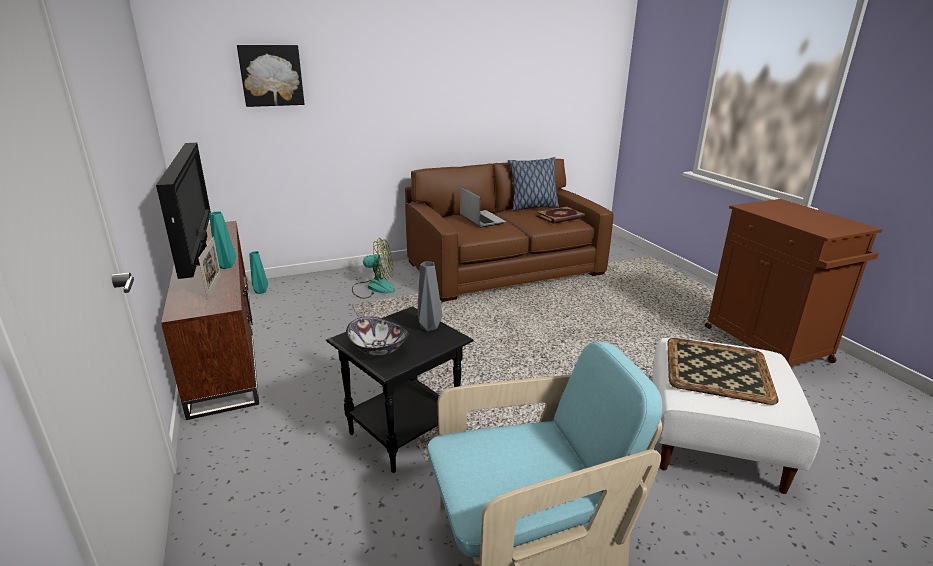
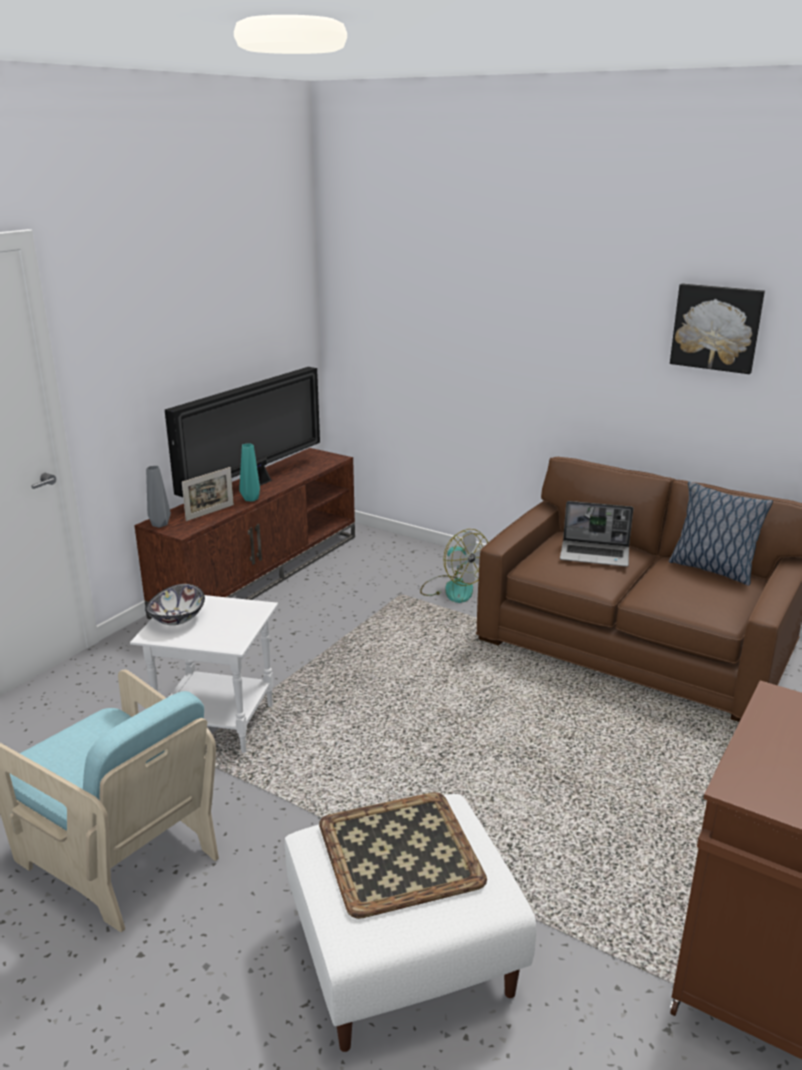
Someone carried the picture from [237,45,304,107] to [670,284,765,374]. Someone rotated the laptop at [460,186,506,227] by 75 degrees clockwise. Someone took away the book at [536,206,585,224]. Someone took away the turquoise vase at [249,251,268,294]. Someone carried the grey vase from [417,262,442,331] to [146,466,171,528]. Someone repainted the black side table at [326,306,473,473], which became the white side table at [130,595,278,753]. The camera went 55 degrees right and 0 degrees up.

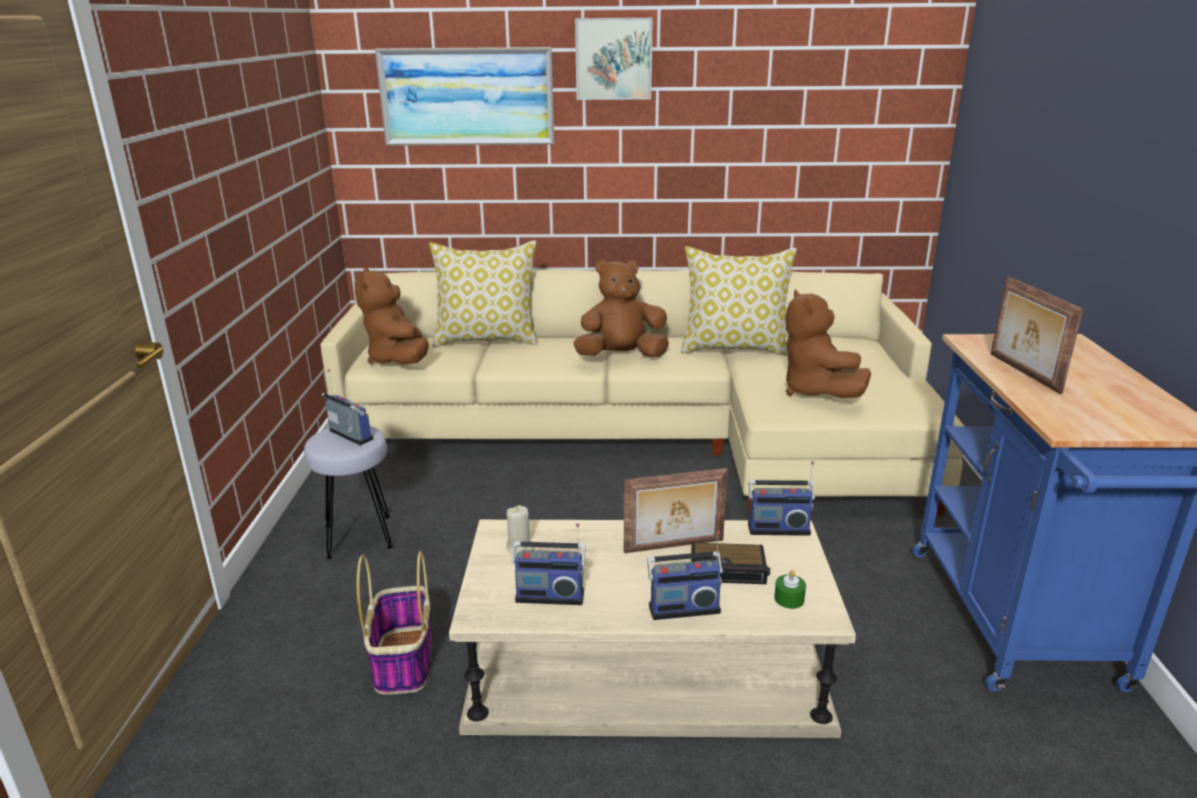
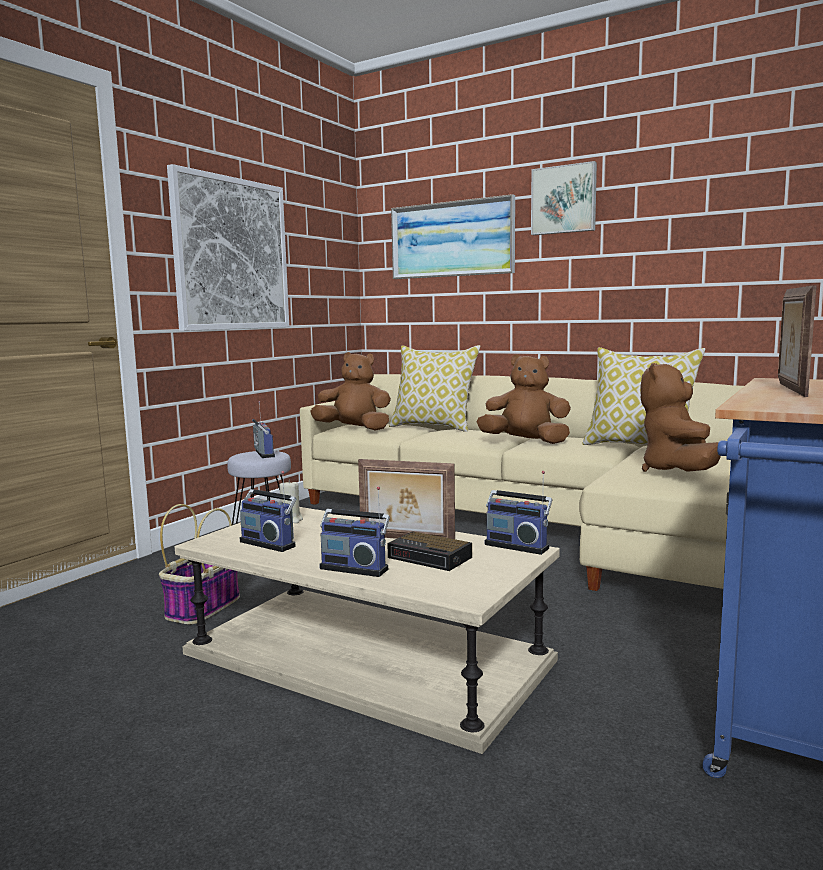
Someone rotated the brown plush toy at [354,267,429,364] by 90 degrees clockwise. Someone took away the green candle at [774,570,806,609]. Someone put up the picture at [167,164,289,331]. The camera went 30 degrees right and 15 degrees down.

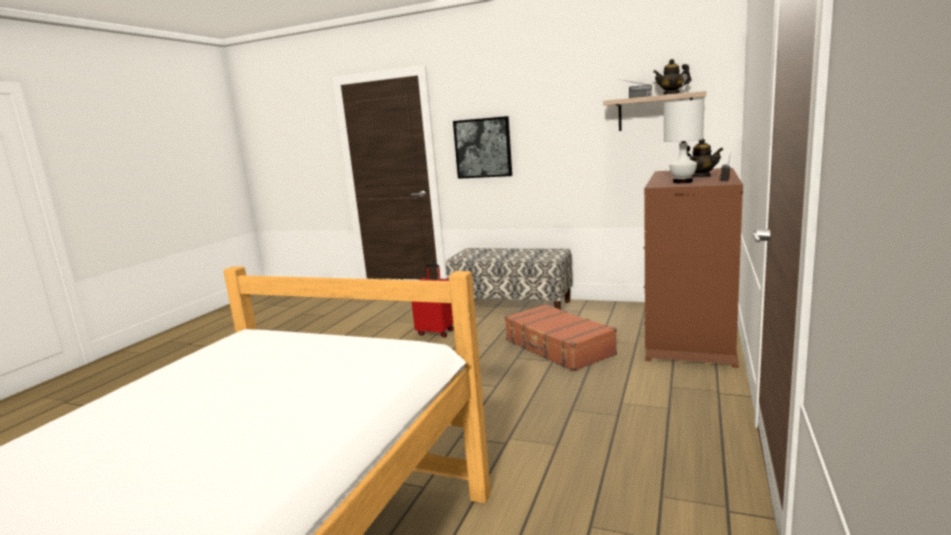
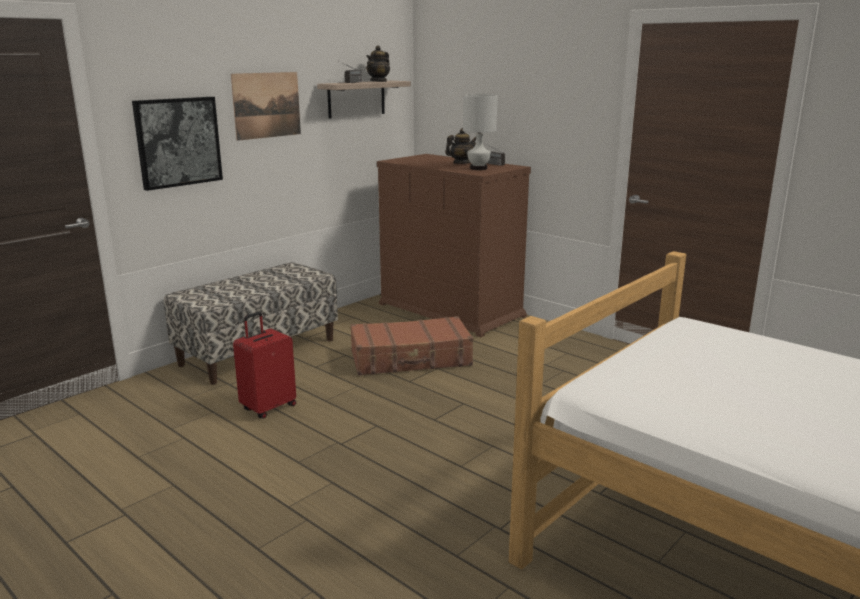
Someone put up the picture at [231,72,301,141]. The camera went 70 degrees left and 5 degrees up.

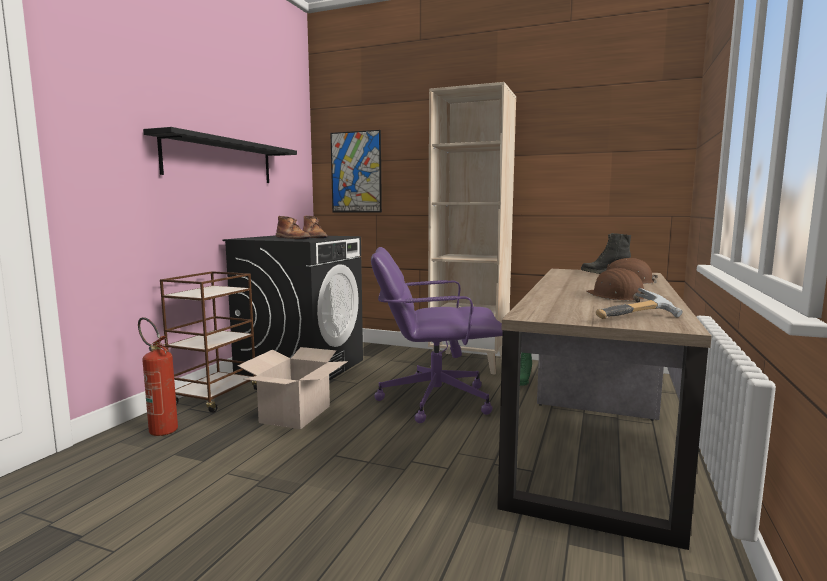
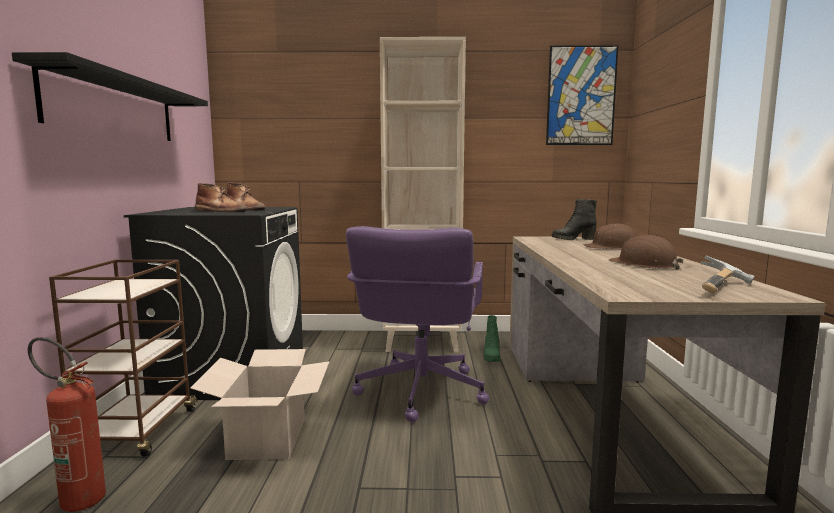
Someone carried the picture from [330,130,382,213] to [546,45,619,145]. Someone rotated the purple office chair at [371,247,503,423] by 60 degrees counterclockwise. The camera went 20 degrees left and 0 degrees up.

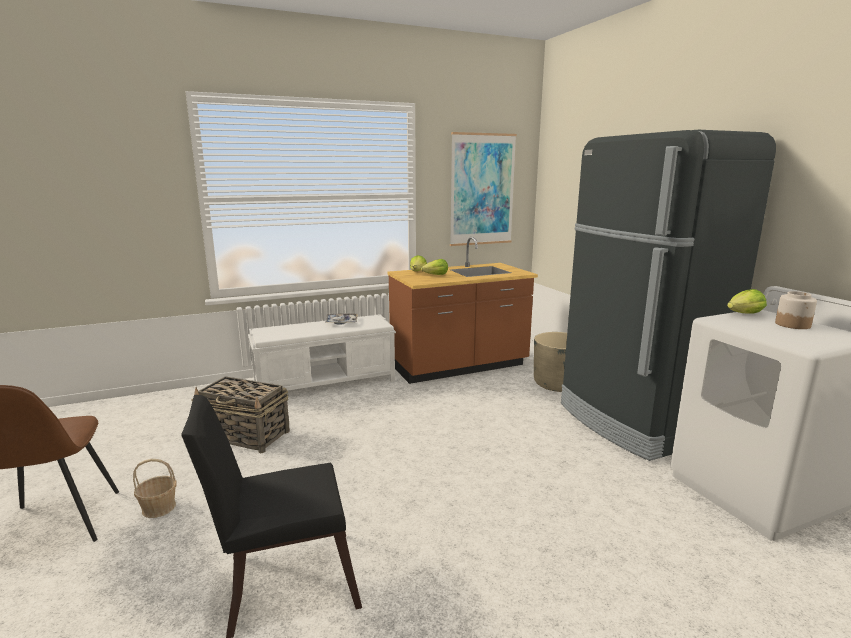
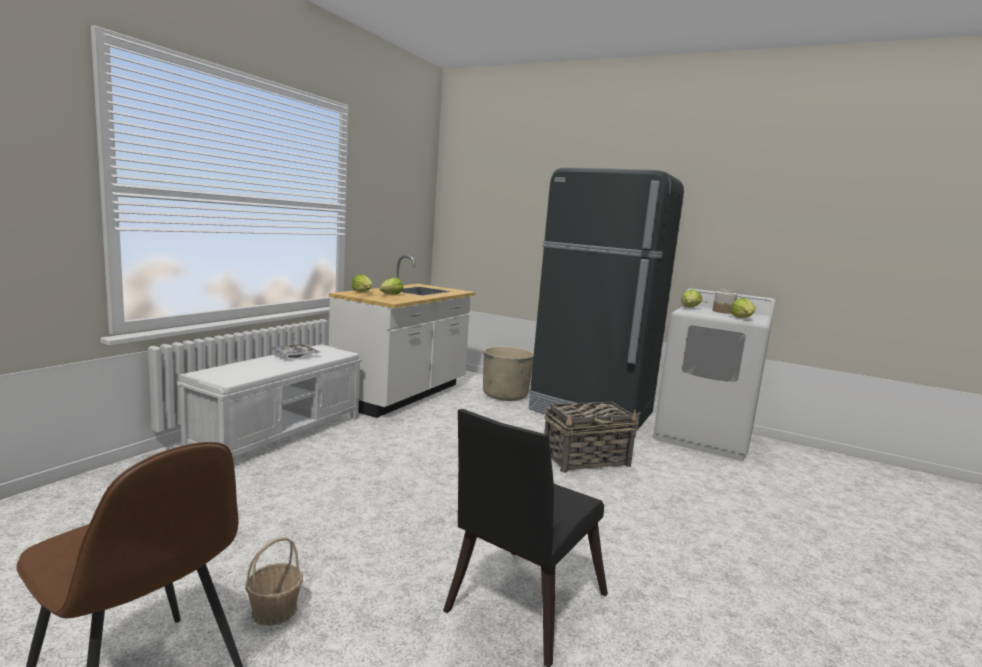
Someone took away the picture at [450,132,517,246]. Someone repainted the brown counter at [387,237,538,384], which became the white counter at [329,255,476,418]. Someone carried the basket from [191,377,290,453] to [544,402,638,473]. Someone put down the lettuce at [731,298,755,318]. The camera went 40 degrees left and 5 degrees down.

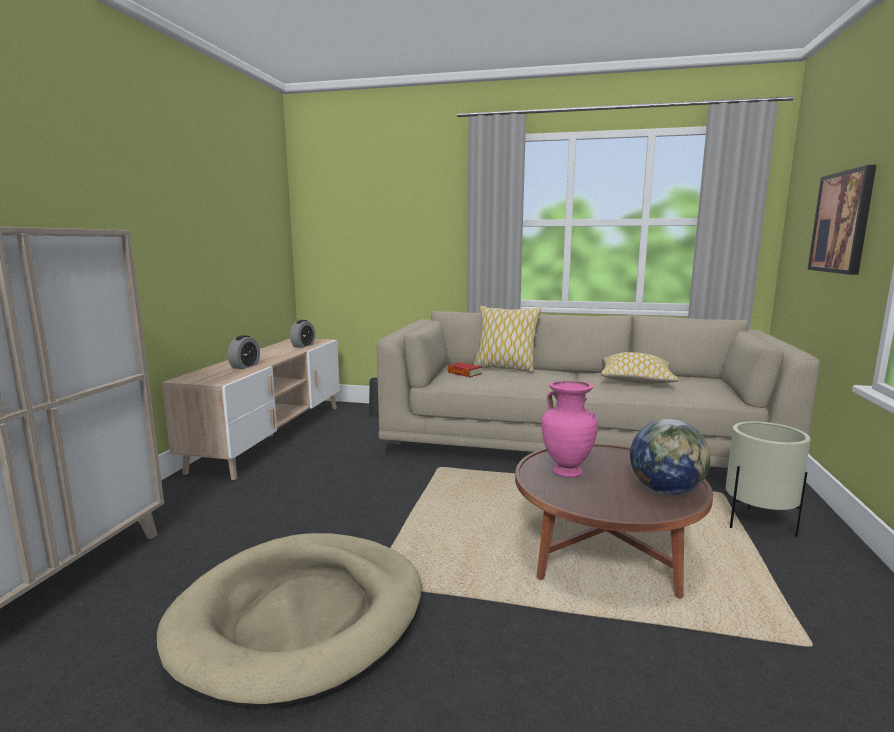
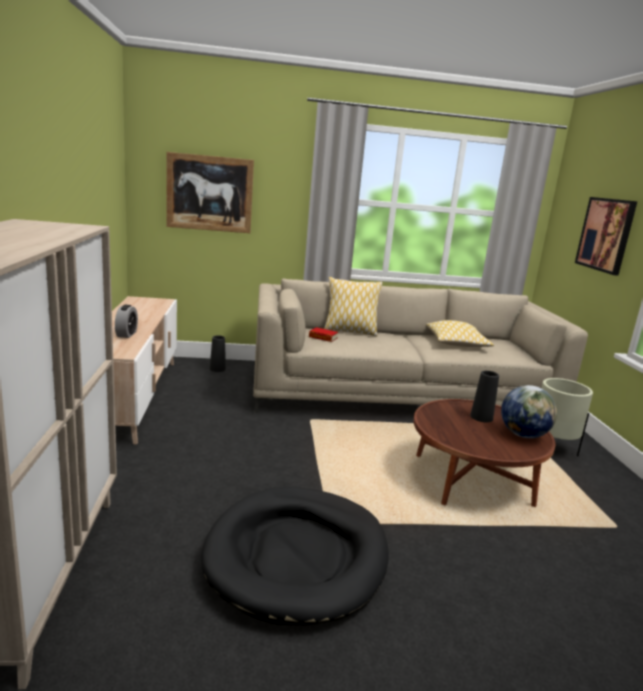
Someone took away the alarm clock at [290,320,315,348]. Someone took away the pink vase at [541,381,598,478]. Someone repainted the beige dog bed at [157,533,421,707], which became the black dog bed at [201,487,389,626]. Someone put up the picture at [166,152,254,233]. Someone put down the black vase at [470,371,499,422]. The camera went 20 degrees left and 5 degrees up.

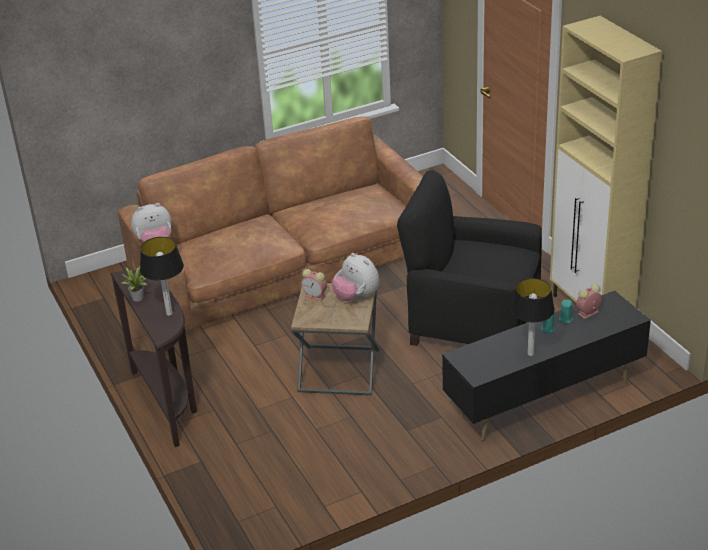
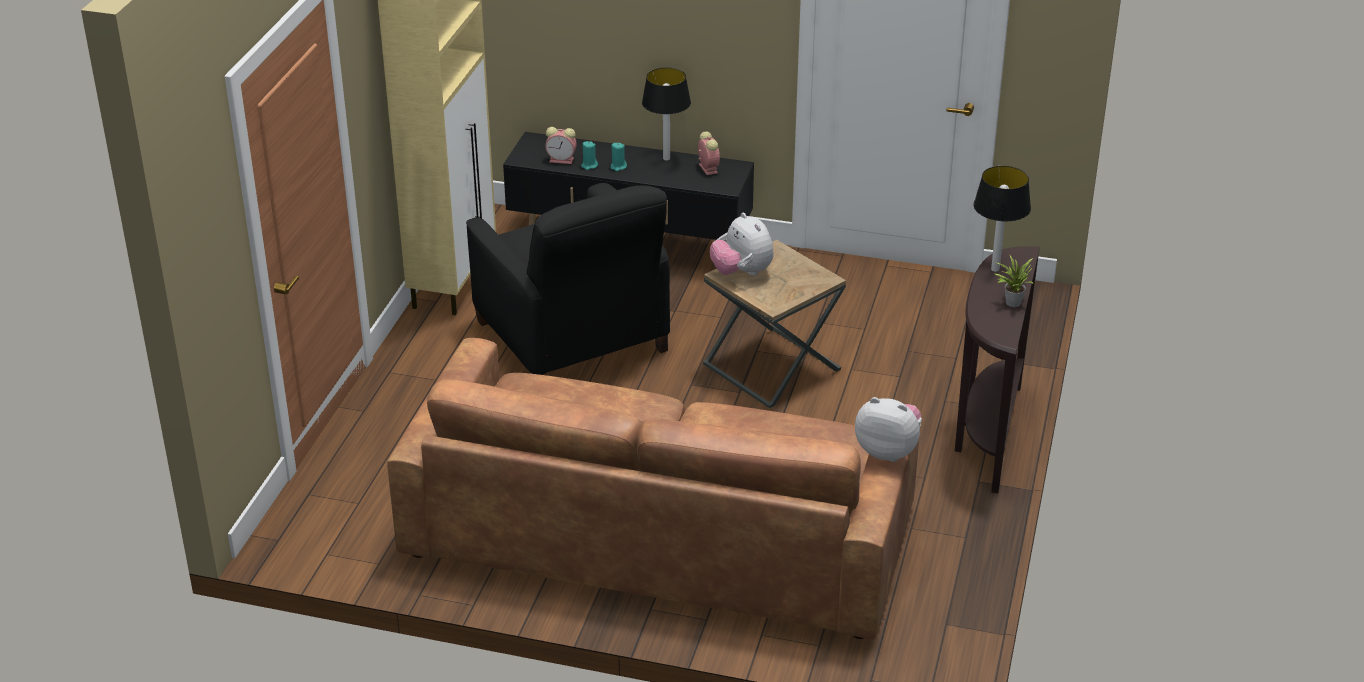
Someone rotated the plush toy at [331,253,379,301] by 150 degrees clockwise. Someone carried the alarm clock from [301,269,327,301] to [698,131,720,175]. The camera went 140 degrees left and 0 degrees up.

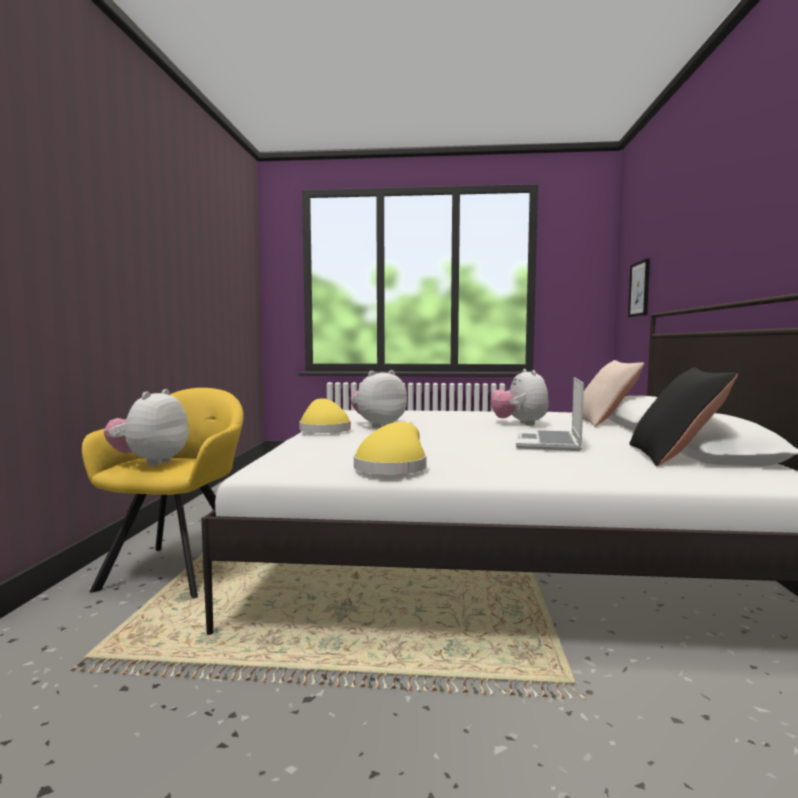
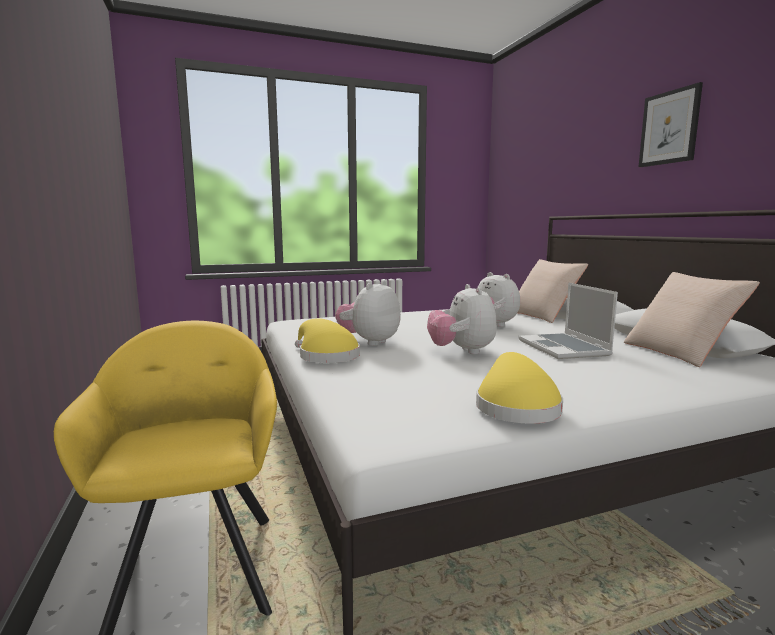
Someone carried the picture from [628,258,650,318] to [638,82,703,167]. Someone repainted the black pillow at [629,367,738,467], which became the beige pillow at [624,272,760,367]. Someone carried the plush toy from [104,389,189,466] to [427,284,497,354]. The camera went 25 degrees left and 5 degrees up.

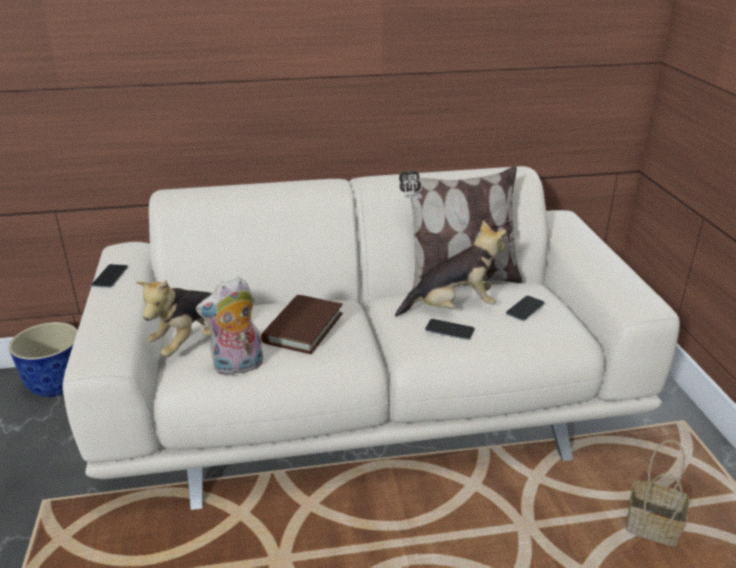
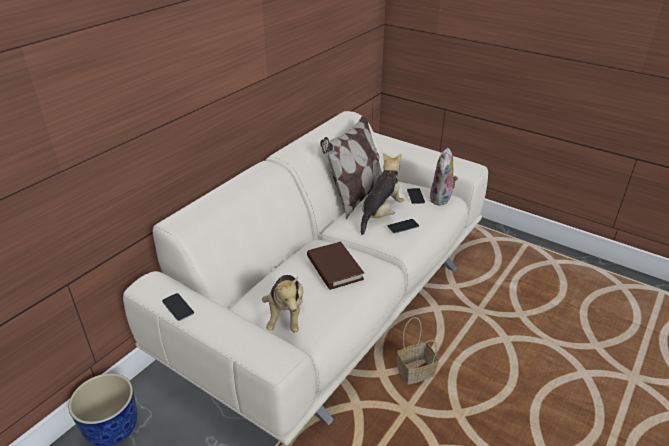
Someone carried the plush toy from [196,277,264,376] to [430,148,458,206]. Someone carried the basket from [626,440,689,546] to [397,317,439,385]. The camera went 45 degrees left and 5 degrees up.

